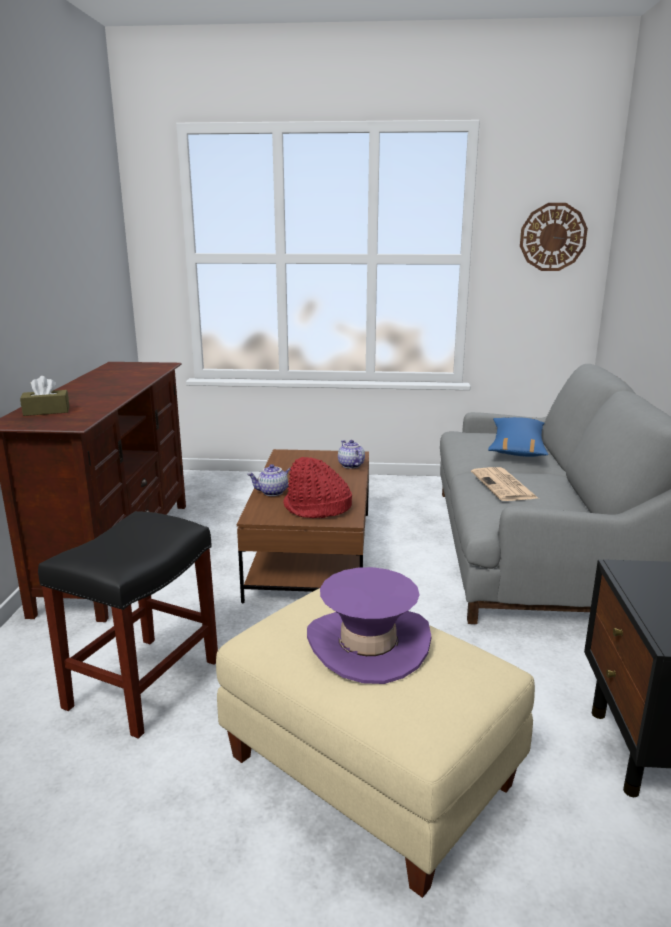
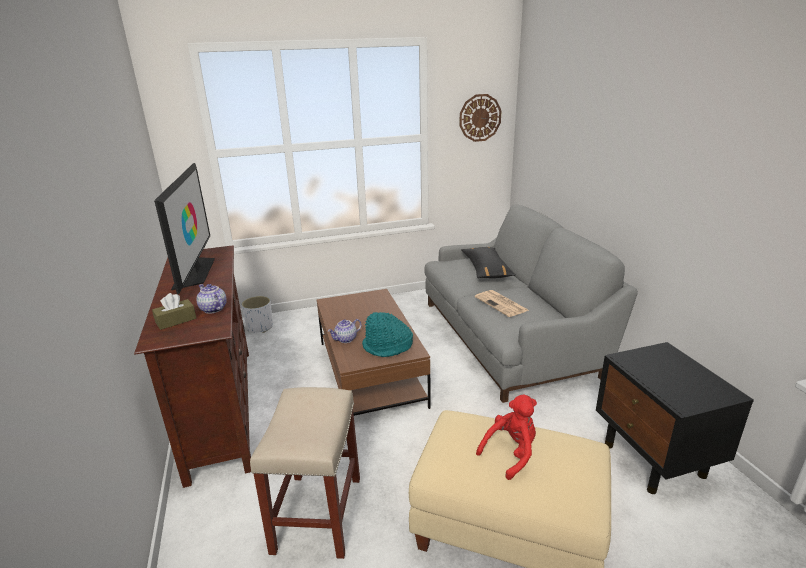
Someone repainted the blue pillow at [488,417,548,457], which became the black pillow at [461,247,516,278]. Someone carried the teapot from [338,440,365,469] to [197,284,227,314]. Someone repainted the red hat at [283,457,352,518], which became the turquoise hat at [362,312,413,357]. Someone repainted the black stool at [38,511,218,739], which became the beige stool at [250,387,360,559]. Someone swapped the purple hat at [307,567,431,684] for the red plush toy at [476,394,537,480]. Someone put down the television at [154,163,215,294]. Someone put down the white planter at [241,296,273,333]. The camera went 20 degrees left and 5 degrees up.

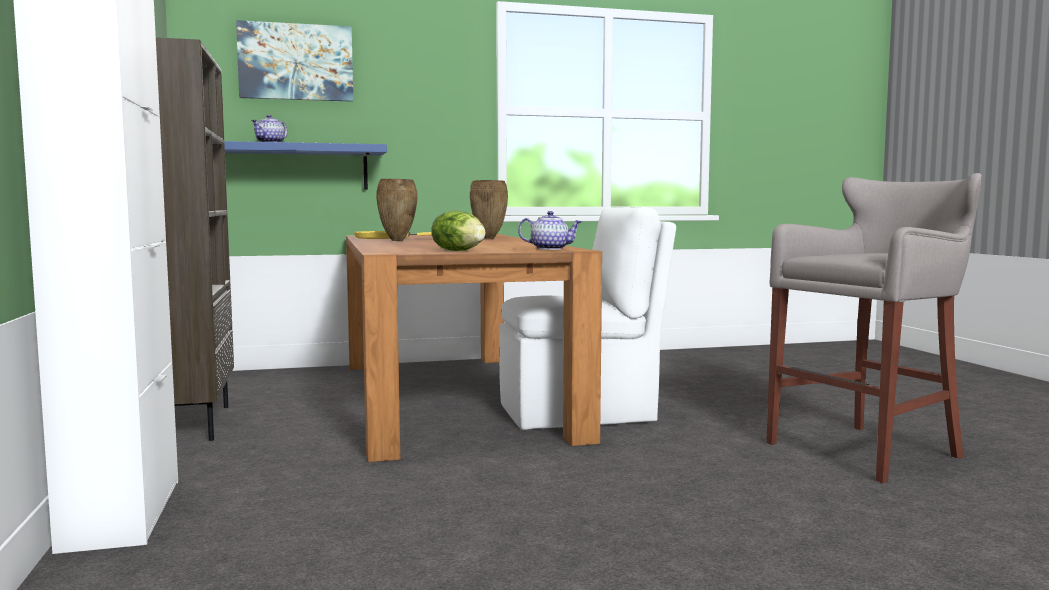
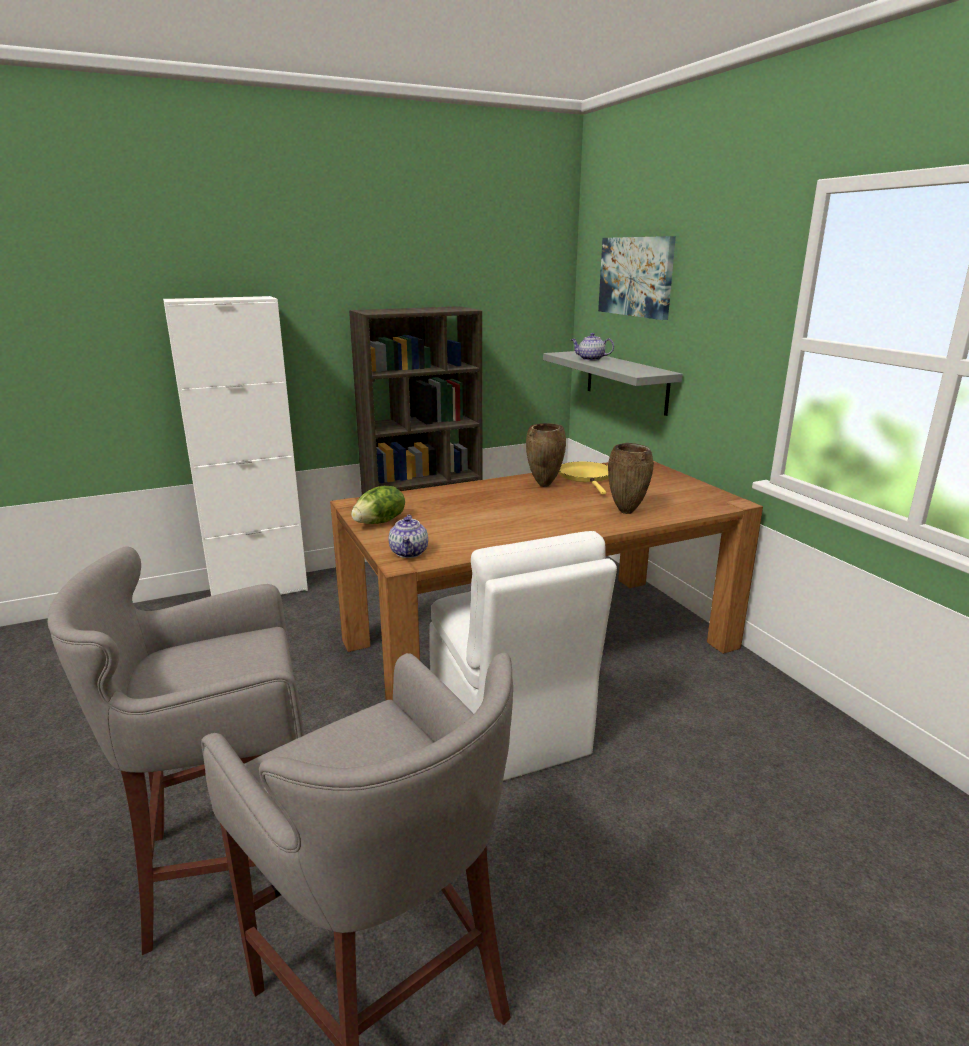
Someone repainted the blue shelf at [224,141,387,190], which became the grey shelf at [543,351,683,416]. Someone put down the grey stool at [48,546,304,955]. The camera went 80 degrees right and 15 degrees up.

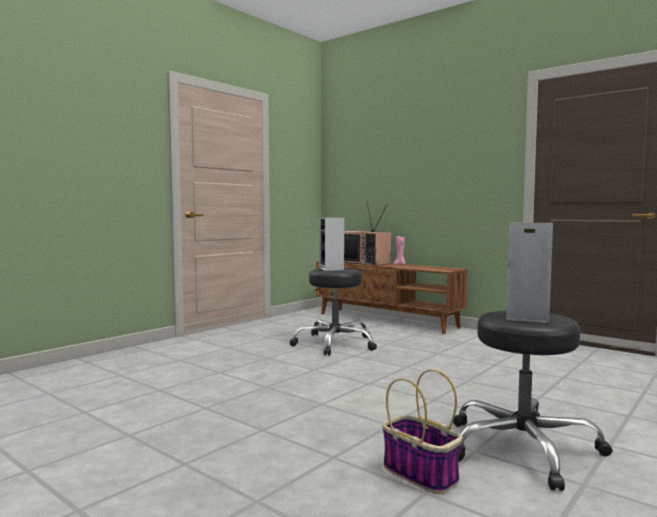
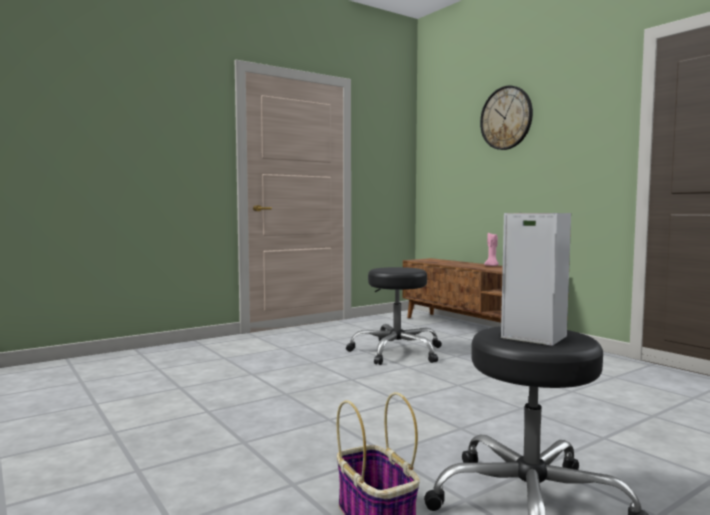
Someone took away the television at [344,203,391,266]. Someone took away the speaker at [319,218,344,271]. Someone put up the wall clock at [480,86,533,150]. The camera went 15 degrees right and 0 degrees up.

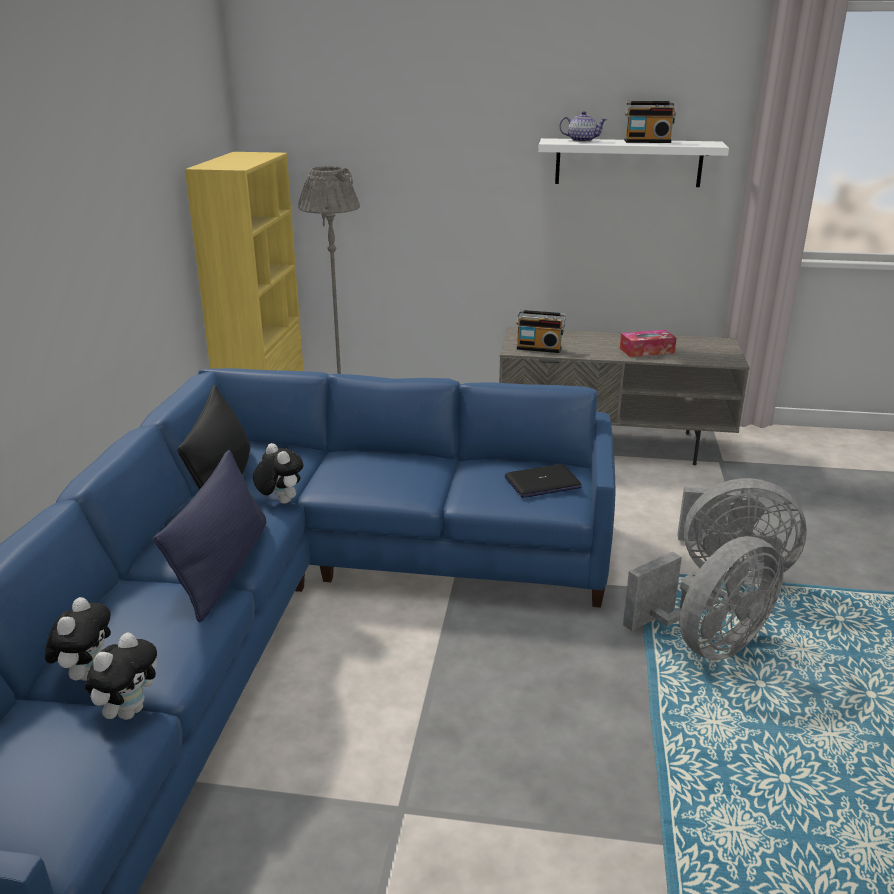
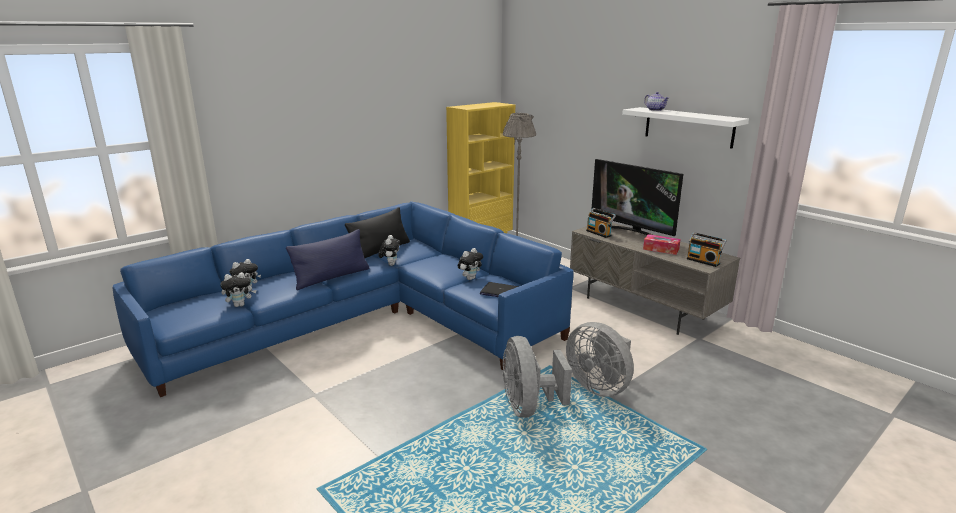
Someone carried the radio from [625,101,676,143] to [687,232,727,267]. Someone rotated the grey fan at [623,536,784,660] by 75 degrees clockwise. Someone put down the television at [591,159,683,236]. Someone put down the plush toy at [458,248,483,280]. The camera went 40 degrees right and 5 degrees down.

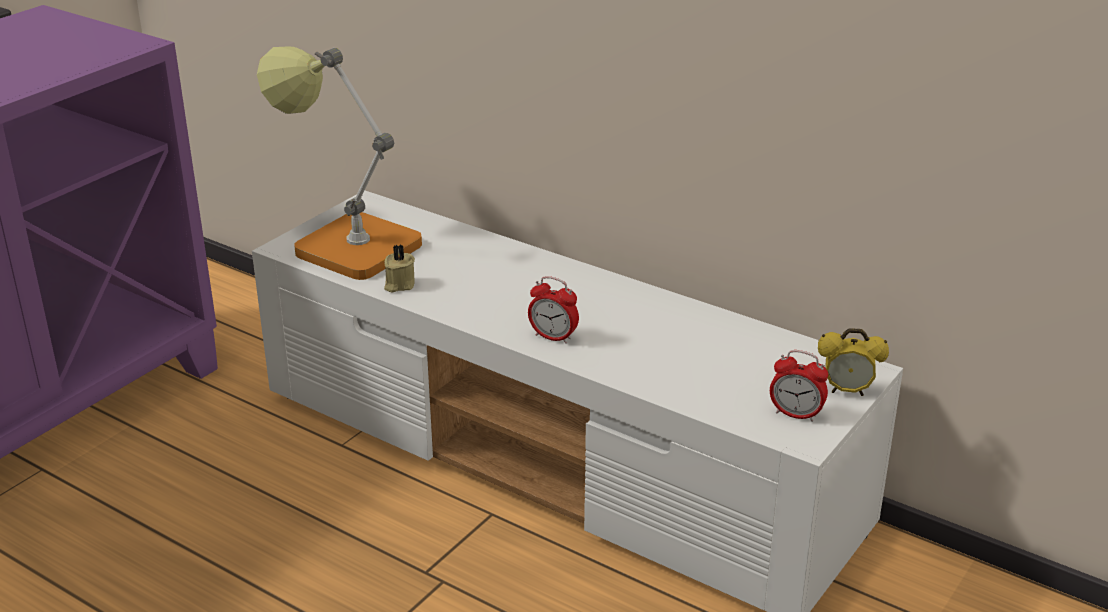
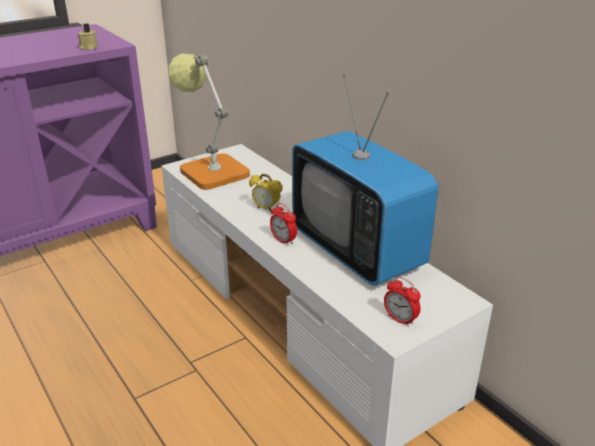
Someone carried the beige candle from [384,245,415,293] to [78,24,98,50]. Someone carried the alarm clock from [818,328,889,396] to [249,174,282,212]. Someone put down the television at [292,75,438,286]. The camera went 20 degrees right and 0 degrees up.

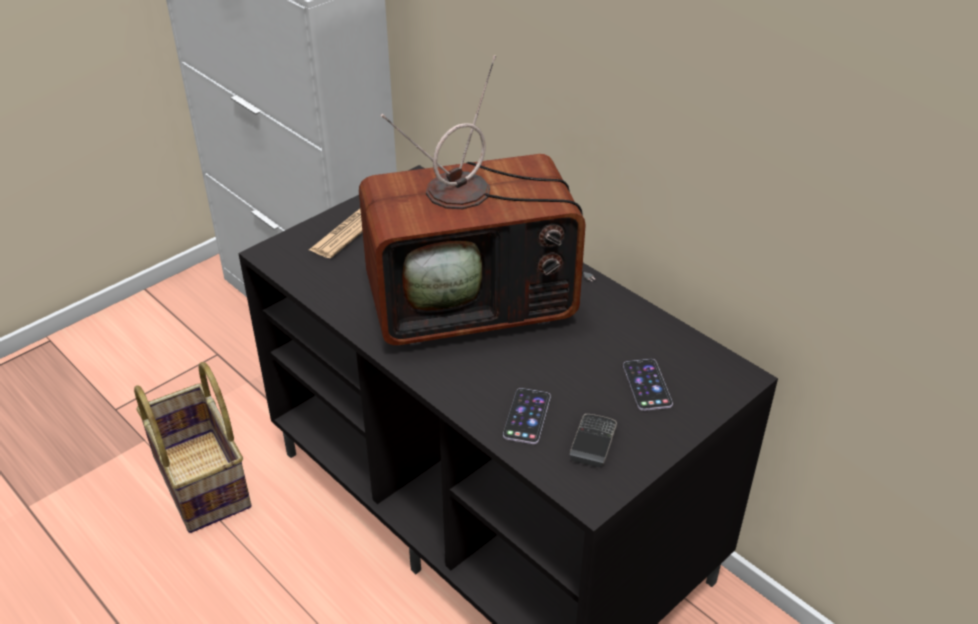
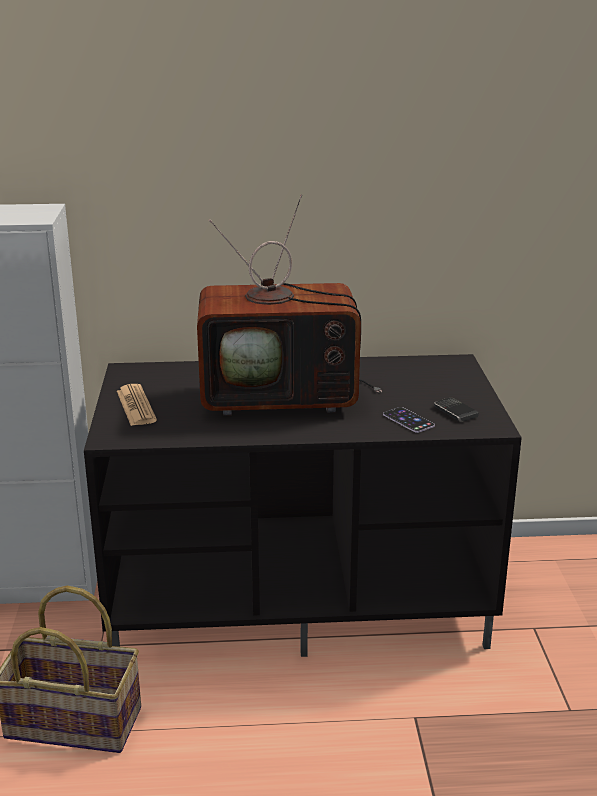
Someone rotated the television at [359,55,596,346] by 60 degrees clockwise. Someone took away the phone at [623,359,673,411]. The camera went 50 degrees left and 15 degrees down.

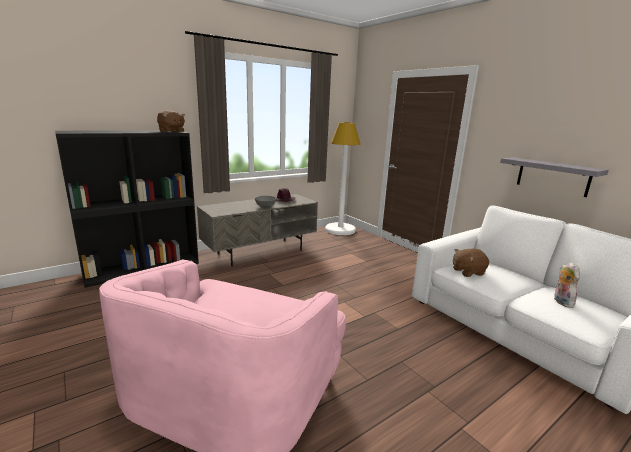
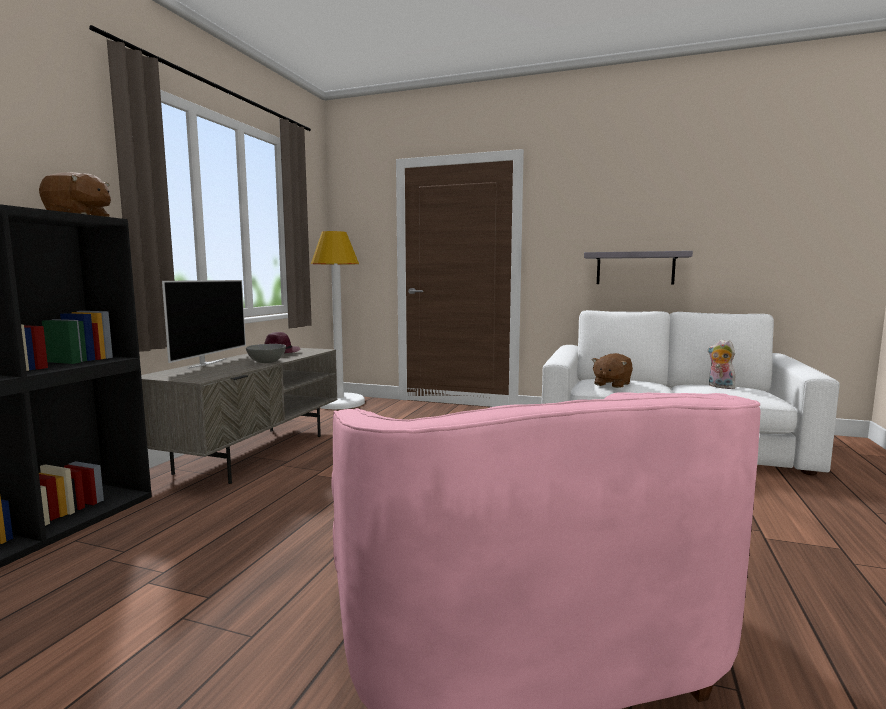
Someone put down the television at [162,280,246,369]. The camera went 35 degrees left and 10 degrees down.

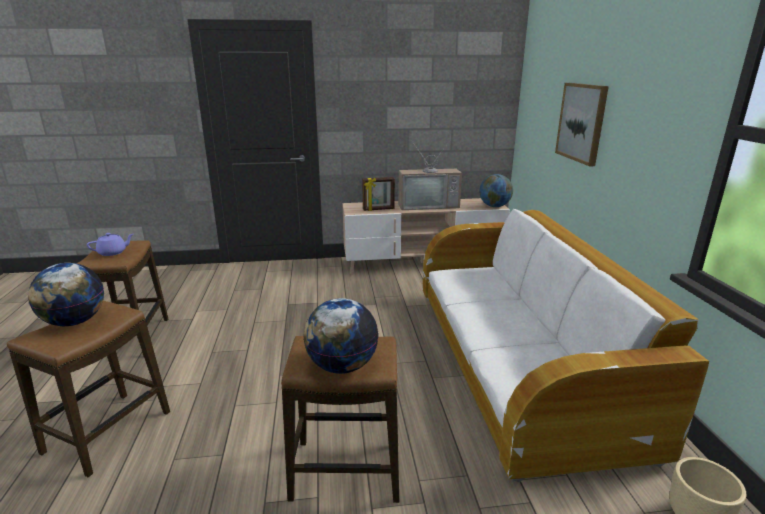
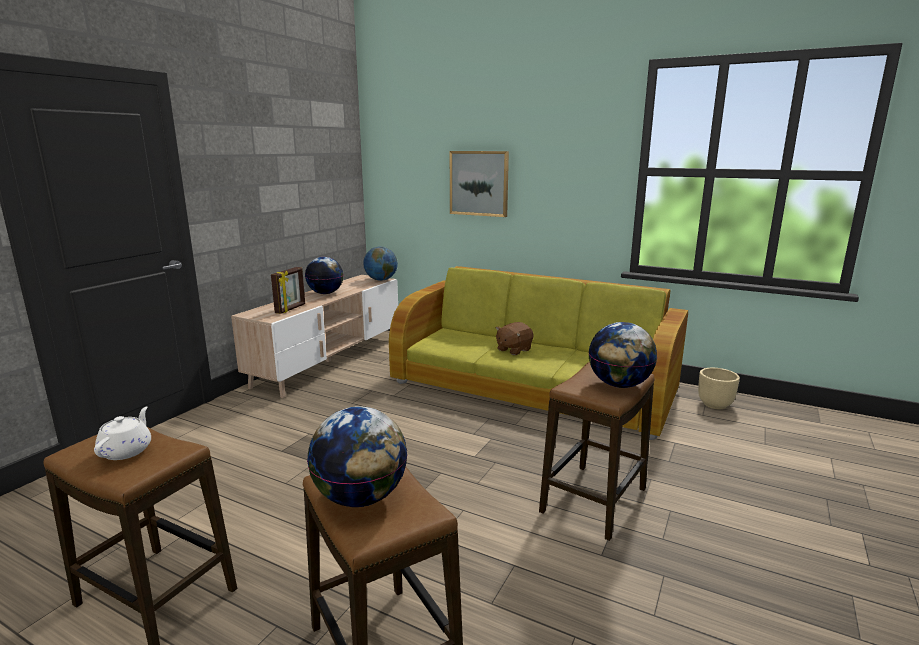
Someone swapped the television at [398,141,462,210] for the globe at [305,257,343,294]. Someone repainted the white sofa at [423,209,709,482], which became the green sofa at [389,266,688,440]. Someone repainted the purple teapot at [87,233,133,256], which became the white teapot at [94,407,151,460]. Someone put down the brown plush toy at [496,322,534,355]. The camera went 55 degrees left and 5 degrees down.

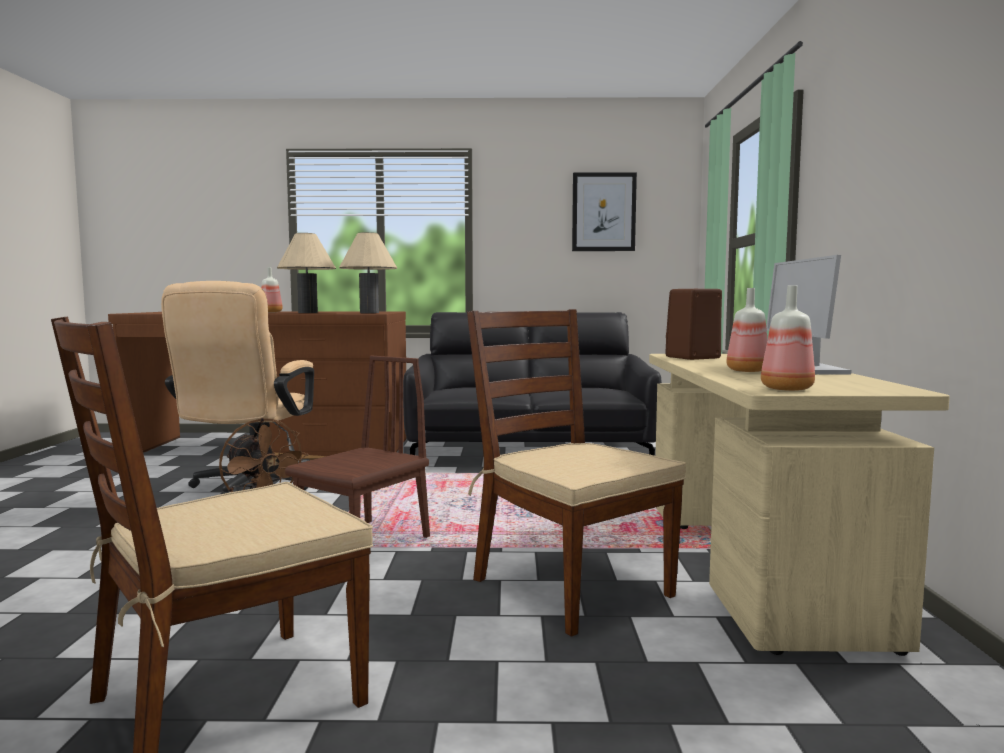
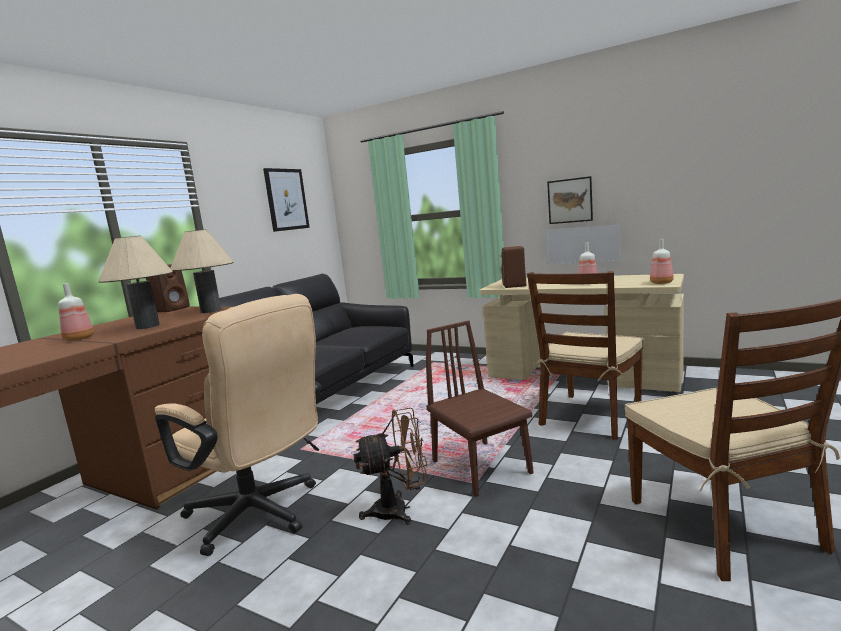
Someone rotated the brown chair at [467,309,686,637] by 45 degrees counterclockwise. Someone put up the picture at [547,176,593,224]. Someone put down the brown speaker at [146,264,190,312]. The camera went 60 degrees left and 5 degrees up.

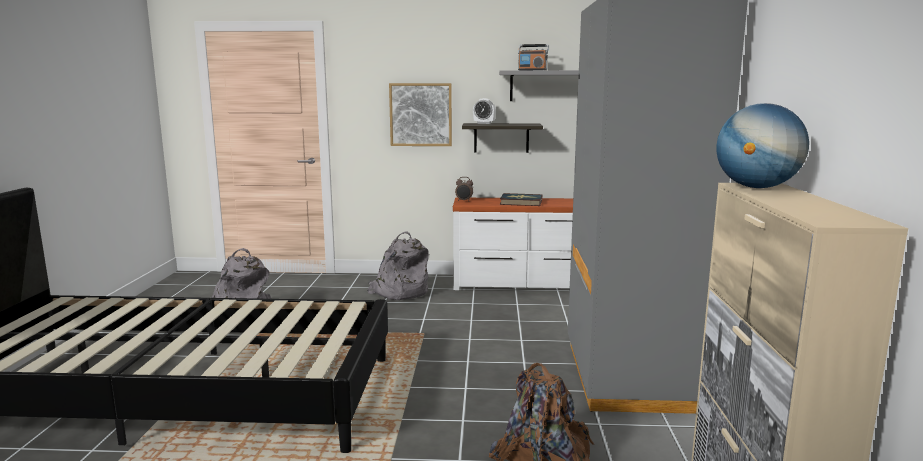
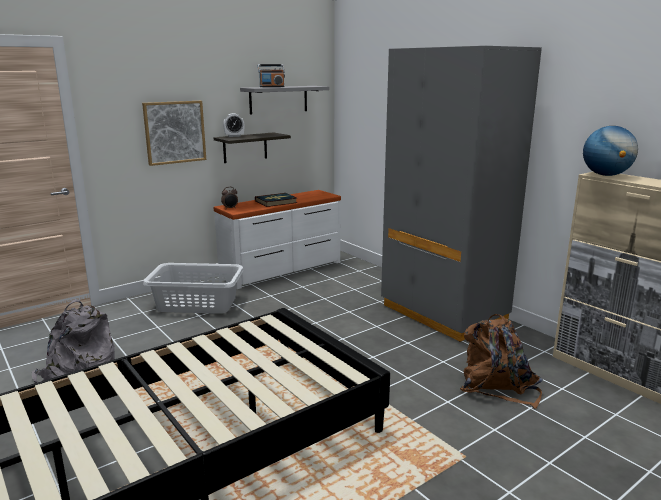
Someone swapped the grey backpack at [367,231,429,300] for the grey laundry basket at [143,263,244,314]. The camera went 40 degrees left and 5 degrees up.

